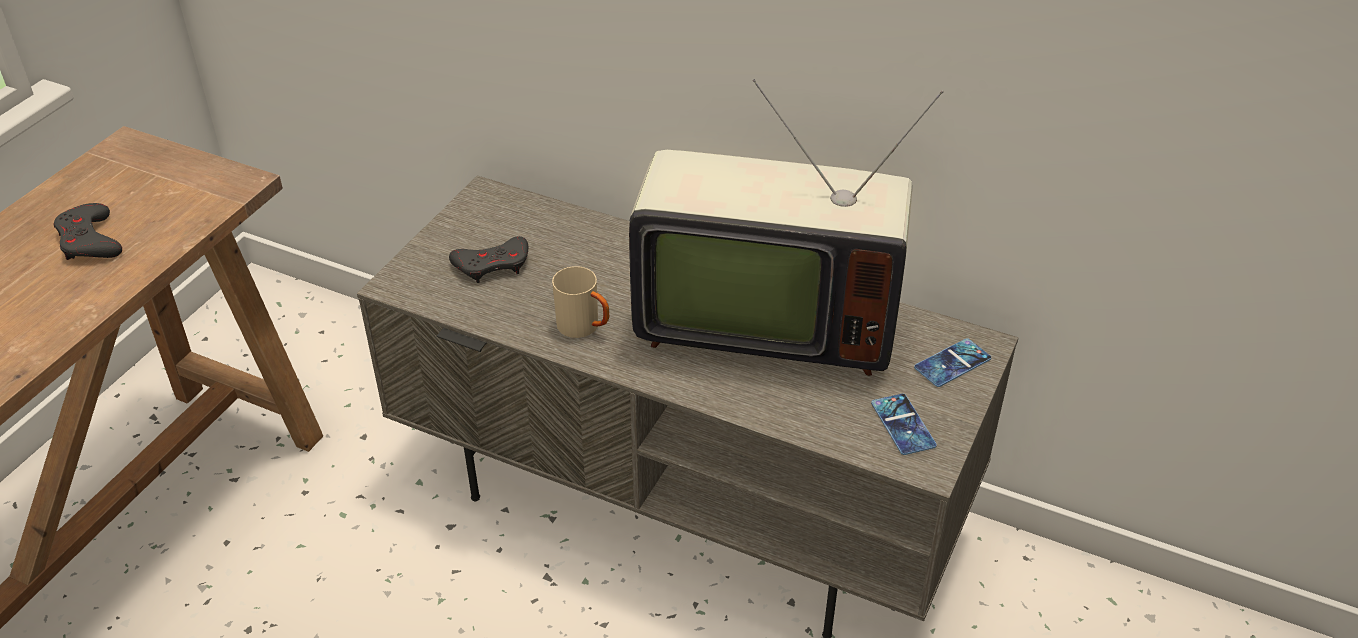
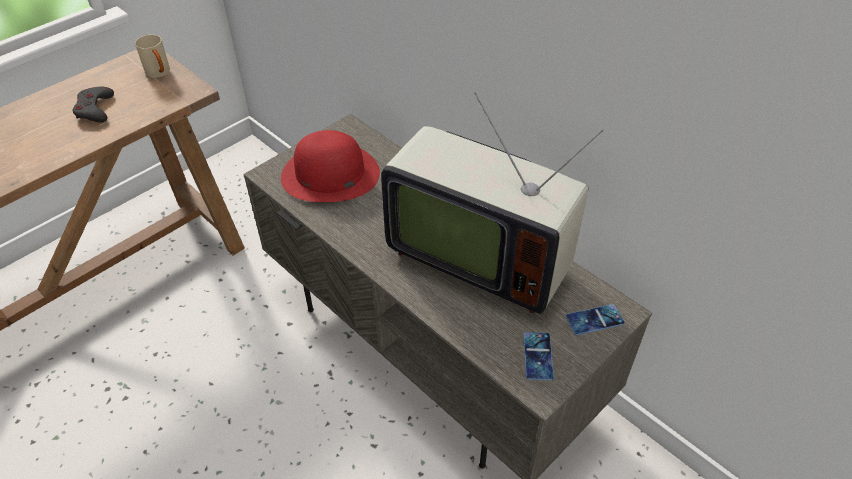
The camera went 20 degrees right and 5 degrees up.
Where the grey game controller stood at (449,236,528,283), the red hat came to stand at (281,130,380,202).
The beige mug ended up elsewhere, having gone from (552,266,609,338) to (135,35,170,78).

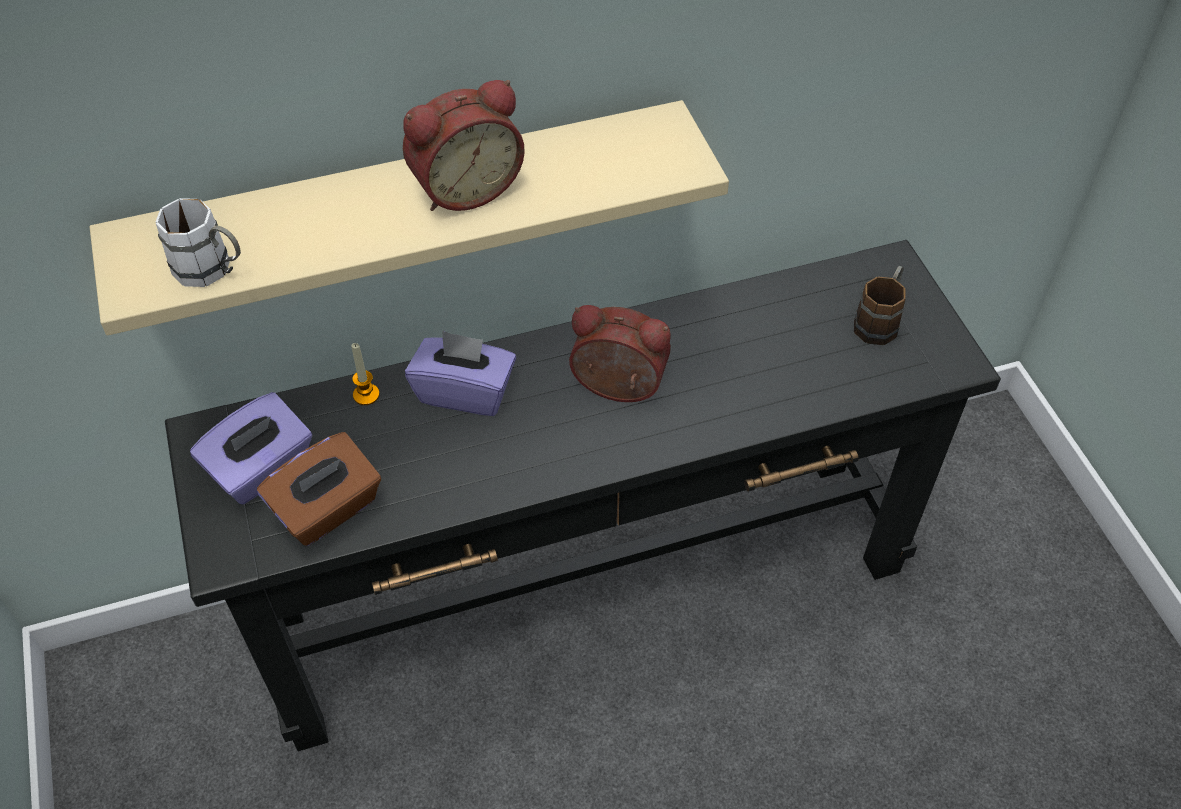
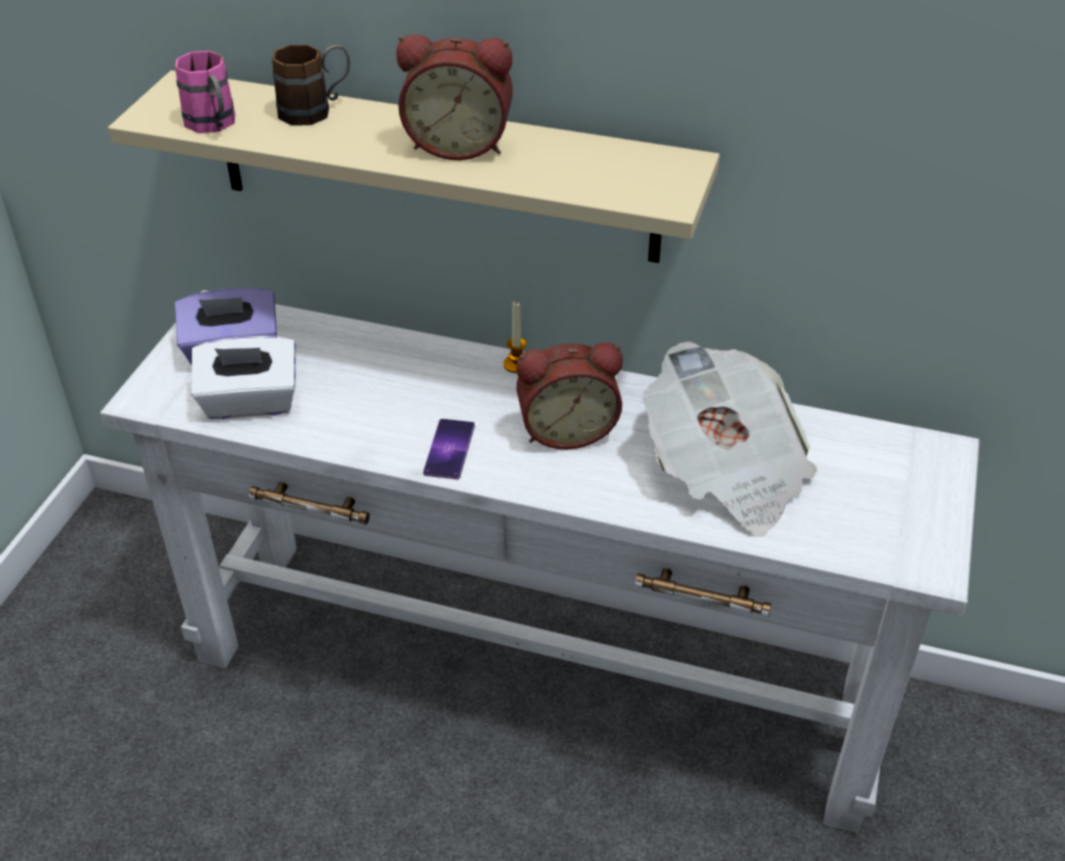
The camera went 35 degrees right and 10 degrees down.
What was the white mug at (156,198,241,287) turned into the pink mug at (175,51,235,133).
What was the black console table at (165,240,1001,751) turned into the white console table at (100,290,980,833).
The brown mug ended up elsewhere, having gone from (854,266,906,345) to (272,45,350,126).
The alarm clock at (569,305,671,402) ended up facing another way, 120 degrees clockwise from before.
The second view lost the purple tissue box at (405,330,516,416).
The candle ended up elsewhere, having gone from (351,343,380,405) to (504,301,527,373).
What was the brown tissue box at (257,432,381,546) turned into the white tissue box at (191,336,296,419).
The second view gained the newspaper at (642,341,817,534).
The second view gained the phone at (423,419,475,479).

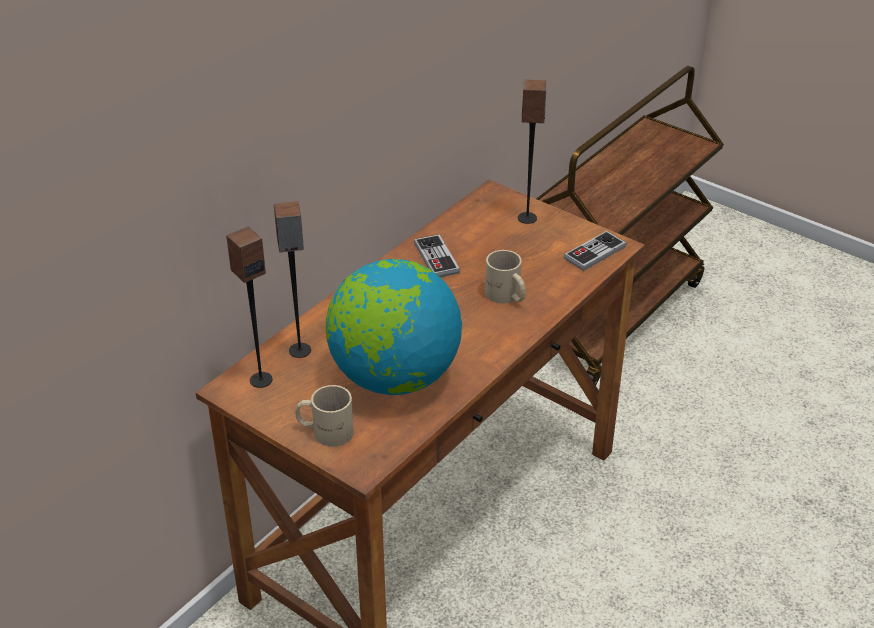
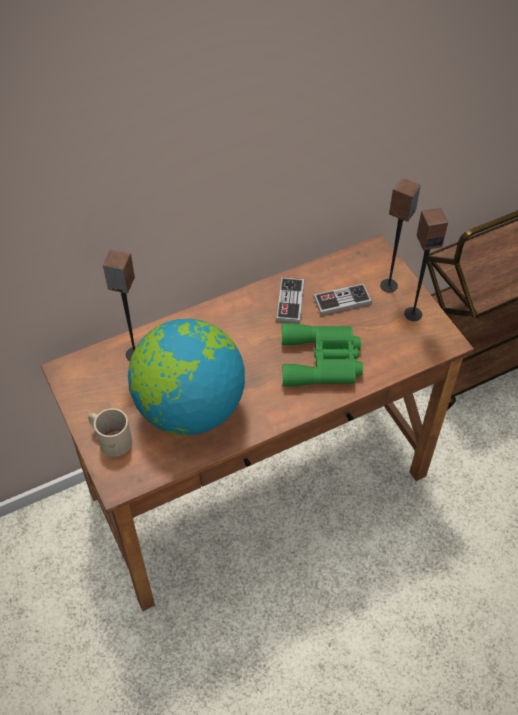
The camera went 25 degrees right and 15 degrees up.
The speaker ended up elsewhere, having gone from (226,226,273,388) to (404,207,448,321).
The game controller ended up elsewhere, having gone from (564,231,626,271) to (313,284,372,315).
Where the beige mug stood at (485,250,526,304), the green binoculars came to stand at (282,323,363,386).

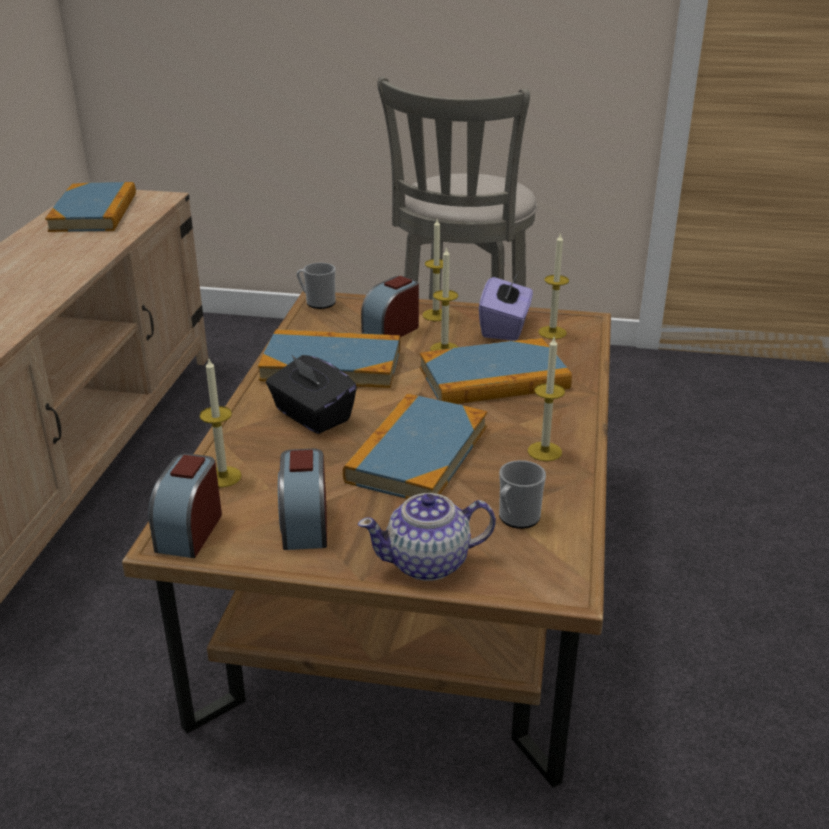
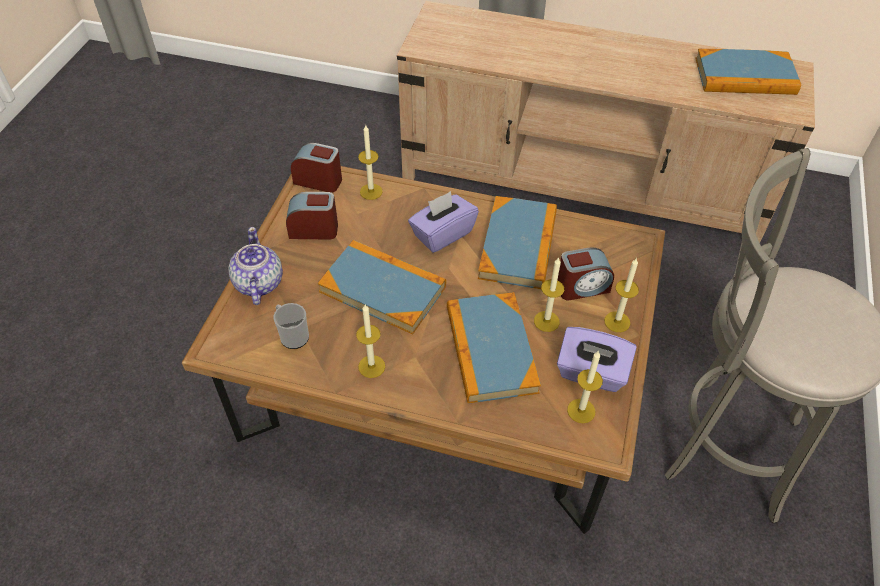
The camera went 95 degrees right and 20 degrees up.
The second view lost the mug at (296,263,336,309).
The alarm clock at (361,276,419,337) ended up facing another way, 120 degrees clockwise from before.
What was the black tissue box at (266,354,357,434) turned into the purple tissue box at (408,191,479,253).

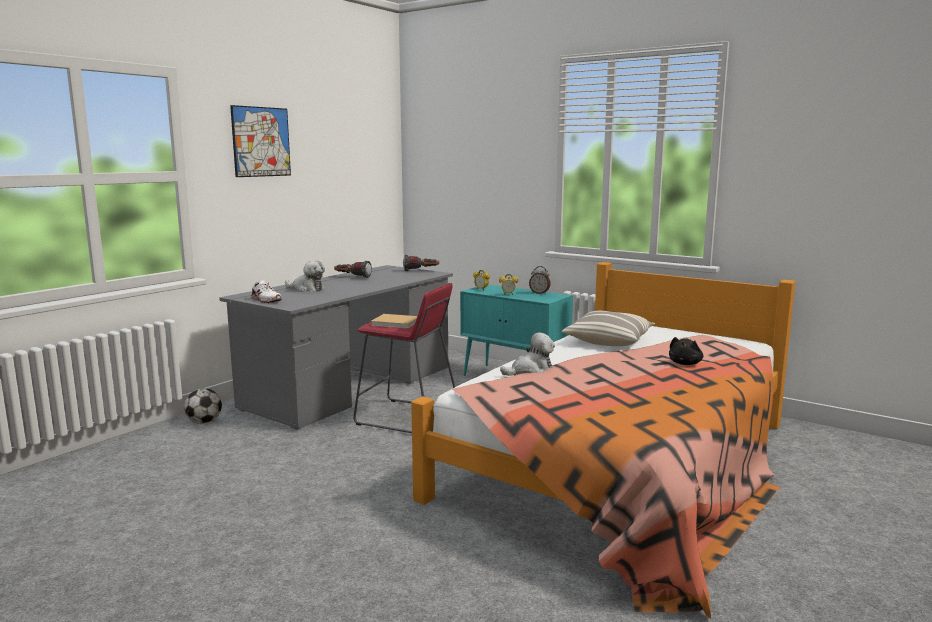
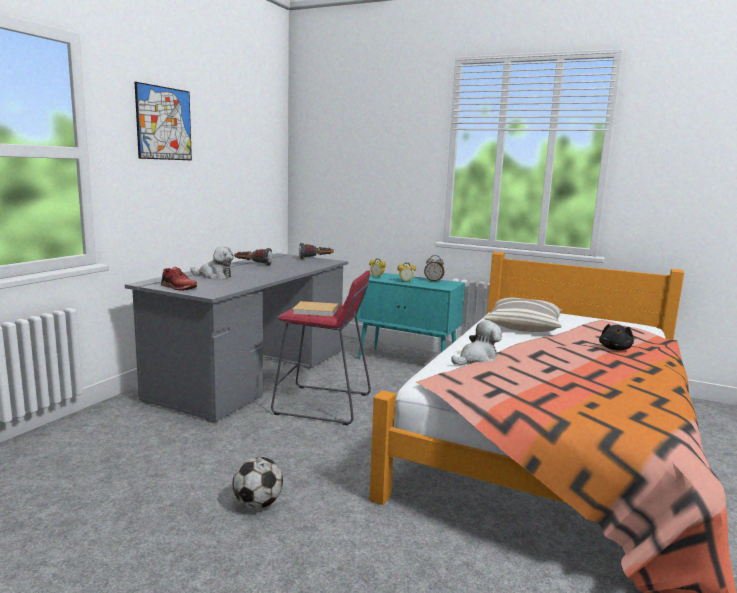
The camera went 10 degrees left and 0 degrees up.
What was the white shoe at (251,280,281,303) turned into the red shoe at (161,267,197,291).
The football ended up elsewhere, having gone from (184,388,222,424) to (233,457,283,509).

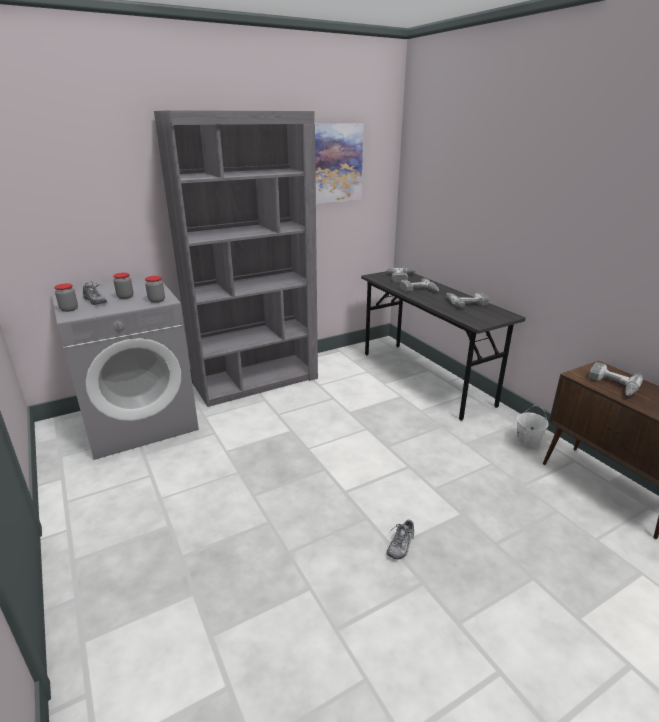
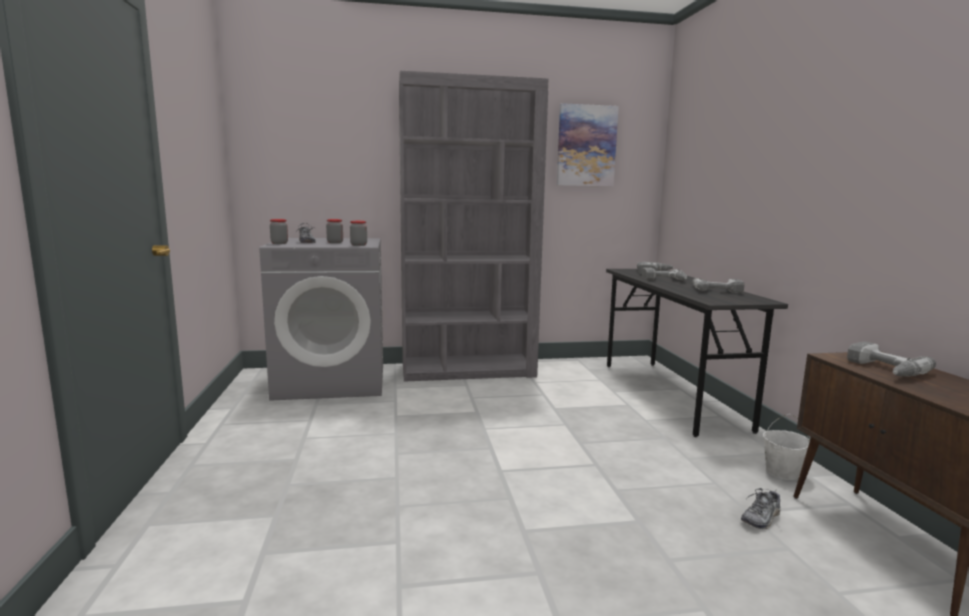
The camera went 20 degrees right and 15 degrees down.
The shoe ended up elsewhere, having gone from (387,520,414,559) to (741,488,780,529).

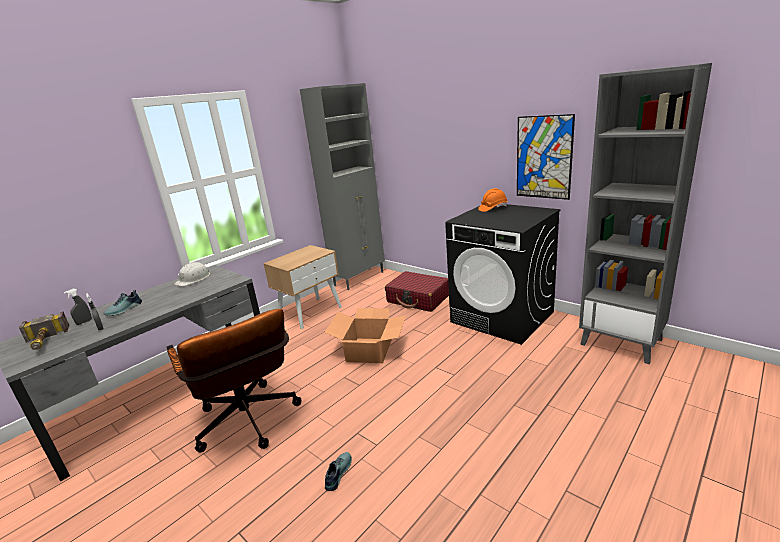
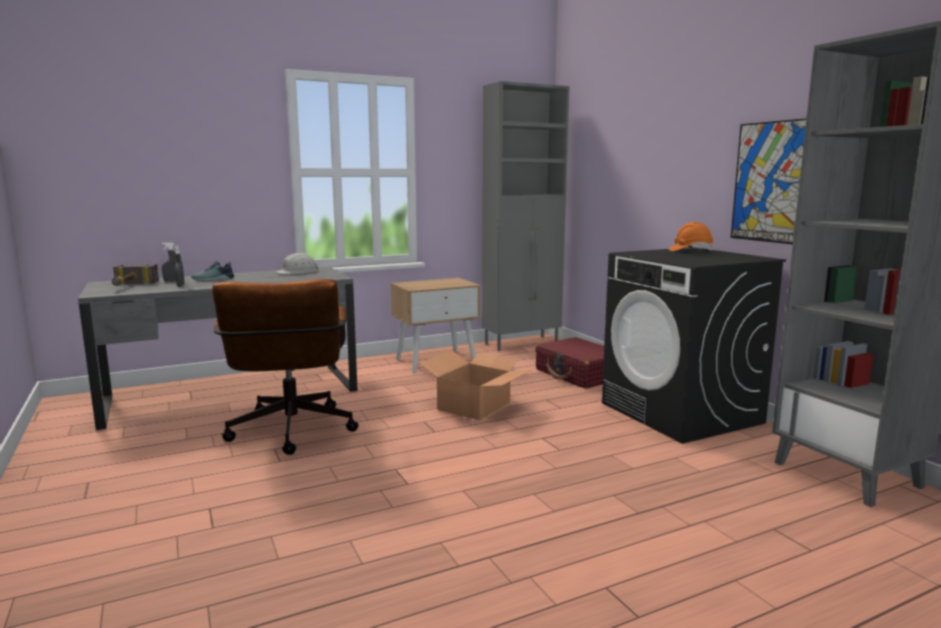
The camera went 20 degrees right and 10 degrees down.
The second view lost the shoe at (325,452,352,491).

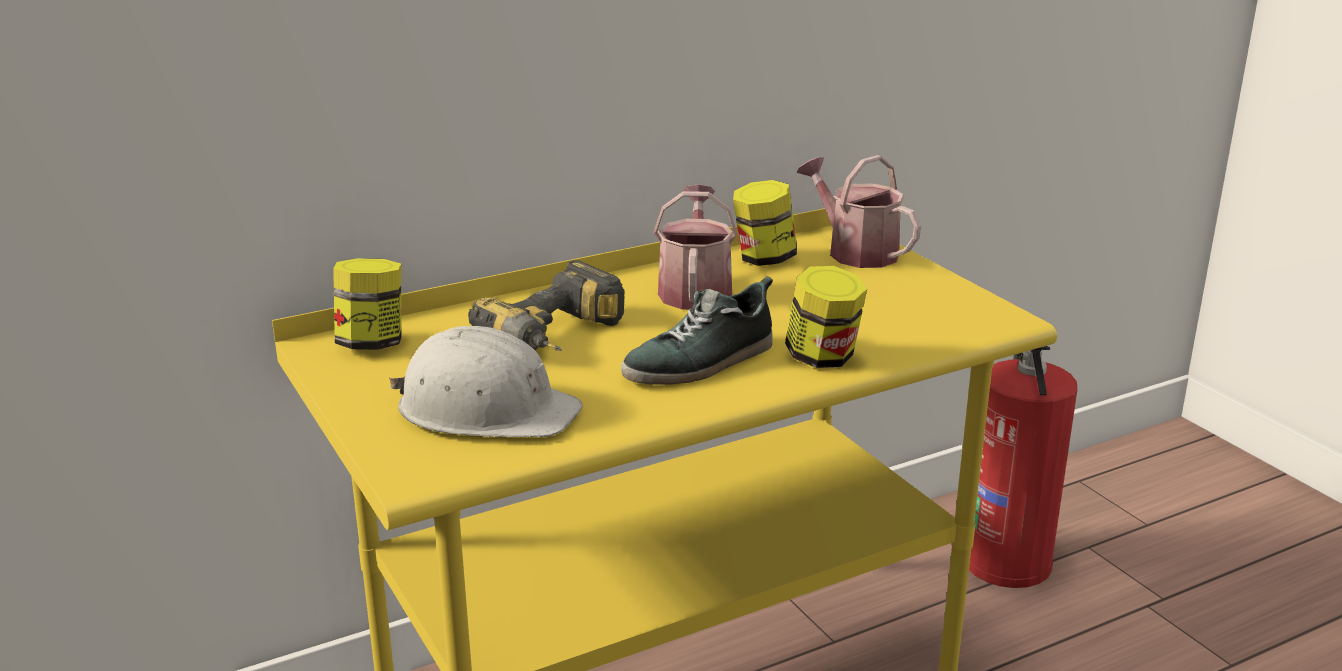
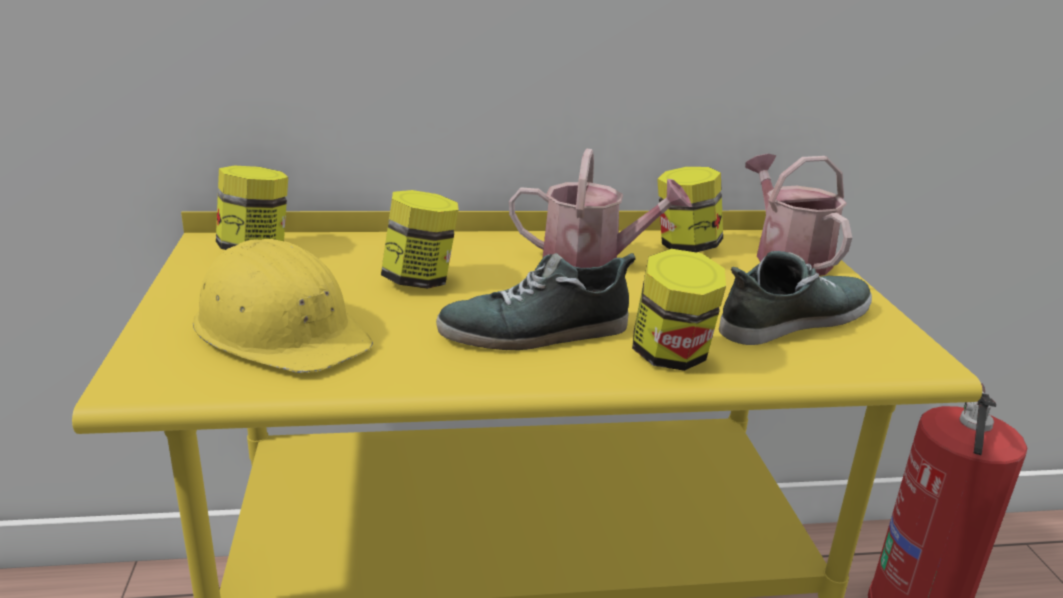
The camera went 20 degrees right and 0 degrees up.
The watering can at (654,184,738,310) ended up facing another way, 75 degrees clockwise from before.
Where the power drill stood at (468,260,625,351), the jar came to stand at (381,190,459,289).
What was the white hard hat at (389,326,583,437) turned into the yellow hard hat at (193,239,373,373).
The second view gained the shoe at (719,251,872,345).

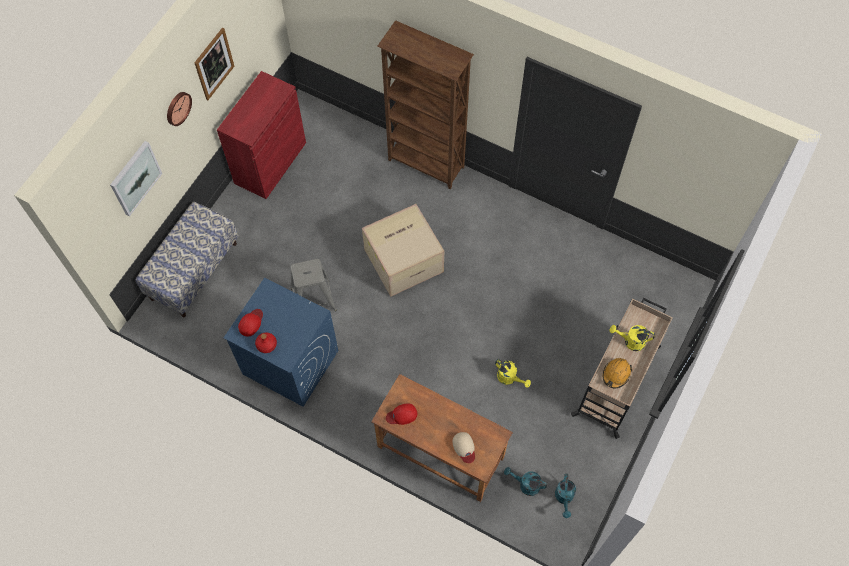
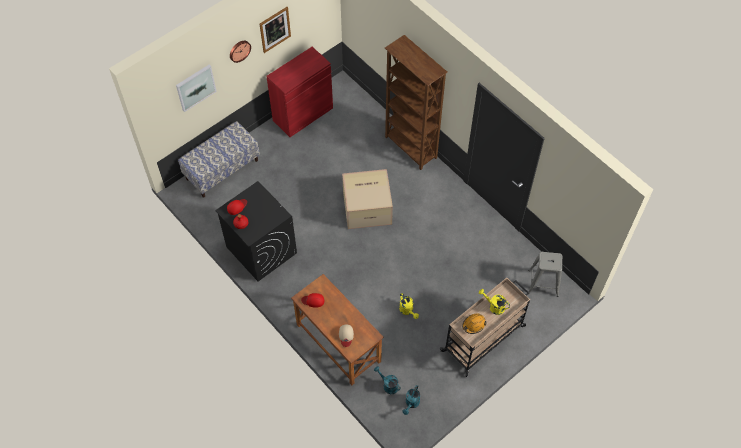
The camera went 20 degrees right and 5 degrees down.
The grey stool ended up elsewhere, having gone from (290,259,337,311) to (528,252,563,297).
What was the blue washing machine at (224,278,338,407) turned into the black washing machine at (215,181,297,281).

